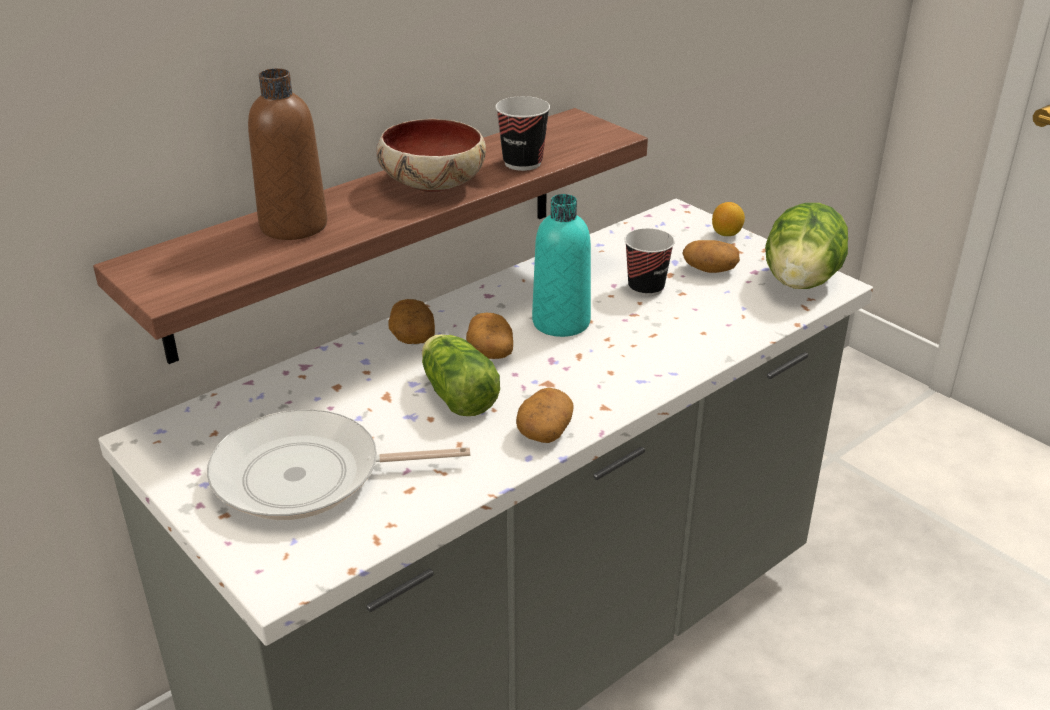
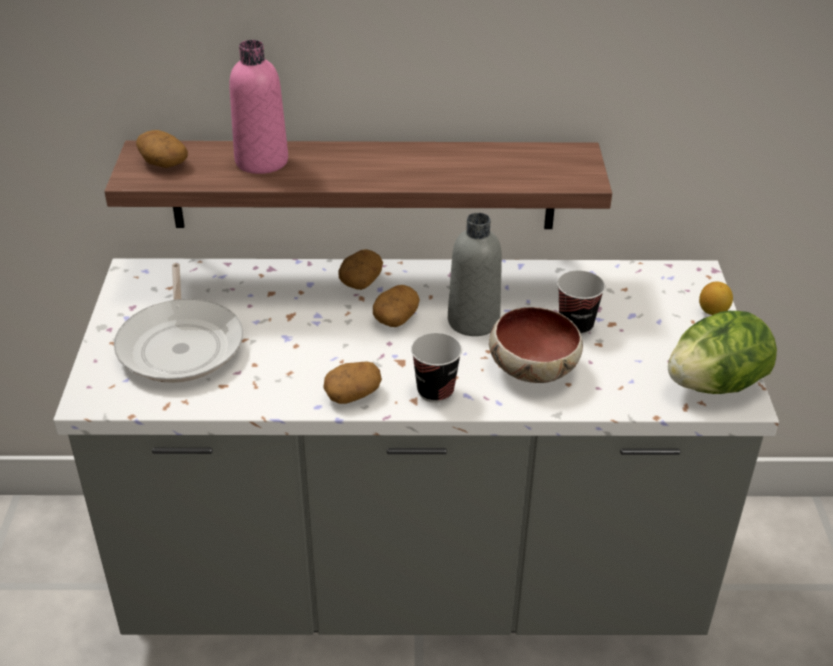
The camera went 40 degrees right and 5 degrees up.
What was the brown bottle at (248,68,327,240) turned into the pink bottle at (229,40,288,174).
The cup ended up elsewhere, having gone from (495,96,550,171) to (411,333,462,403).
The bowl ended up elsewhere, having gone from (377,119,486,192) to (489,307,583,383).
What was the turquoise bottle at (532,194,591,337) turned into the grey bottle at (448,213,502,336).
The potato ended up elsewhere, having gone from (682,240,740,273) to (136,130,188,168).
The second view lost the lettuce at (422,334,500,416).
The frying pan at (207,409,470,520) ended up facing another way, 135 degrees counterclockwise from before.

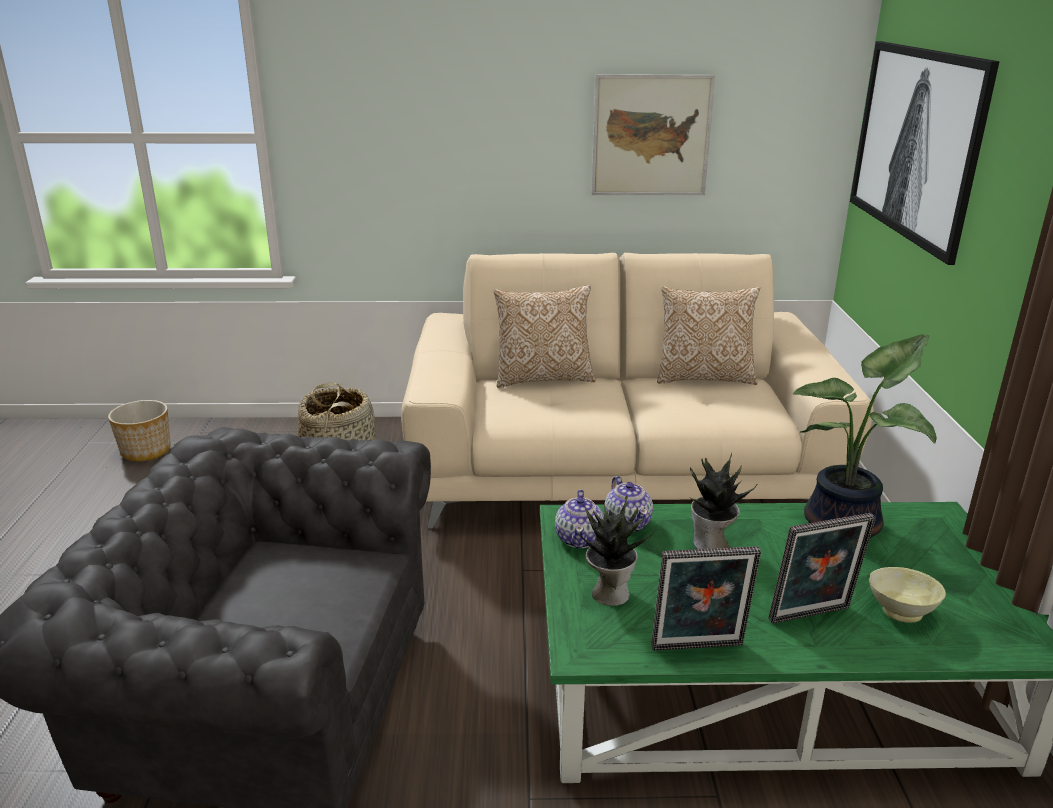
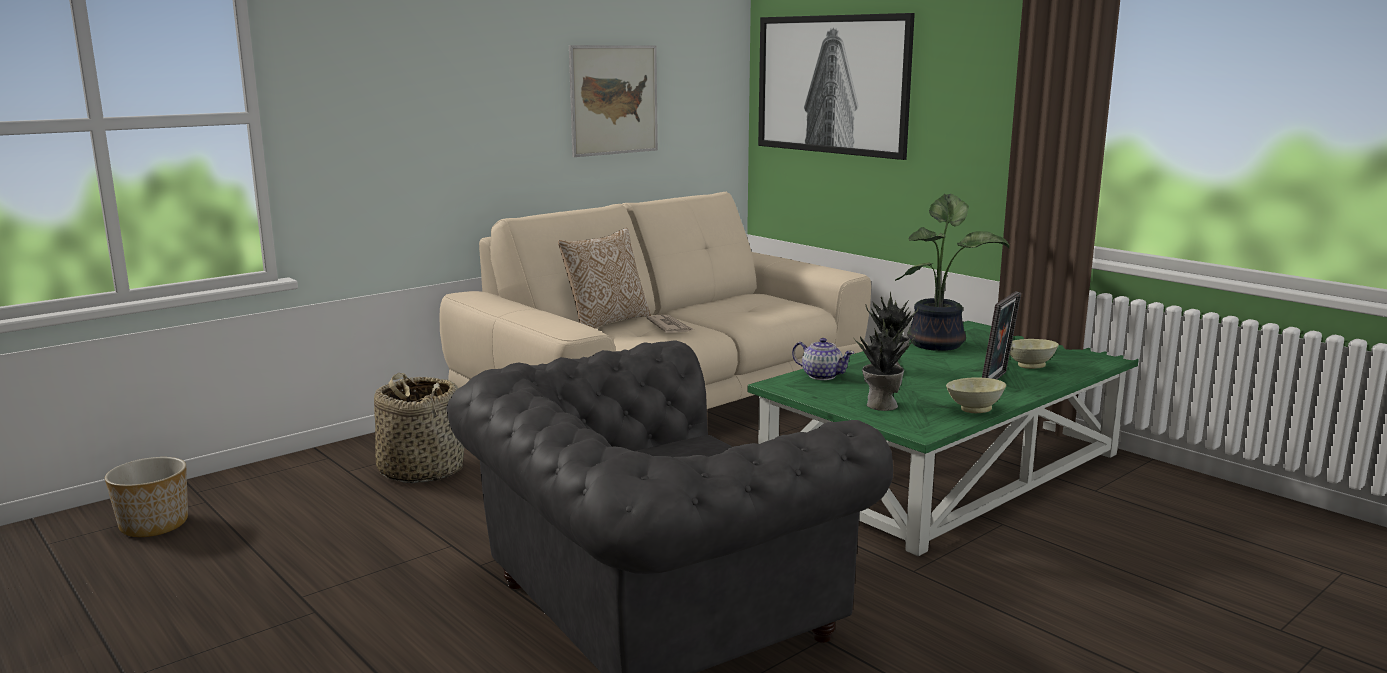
The camera went 40 degrees left and 10 degrees down.
The second view lost the pillow at (657,286,760,385).
The second view lost the teapot at (555,490,604,548).
Where the picture frame stood at (651,546,761,651), the beige bowl came to stand at (946,378,1006,413).
The second view gained the newspaper at (647,315,694,333).

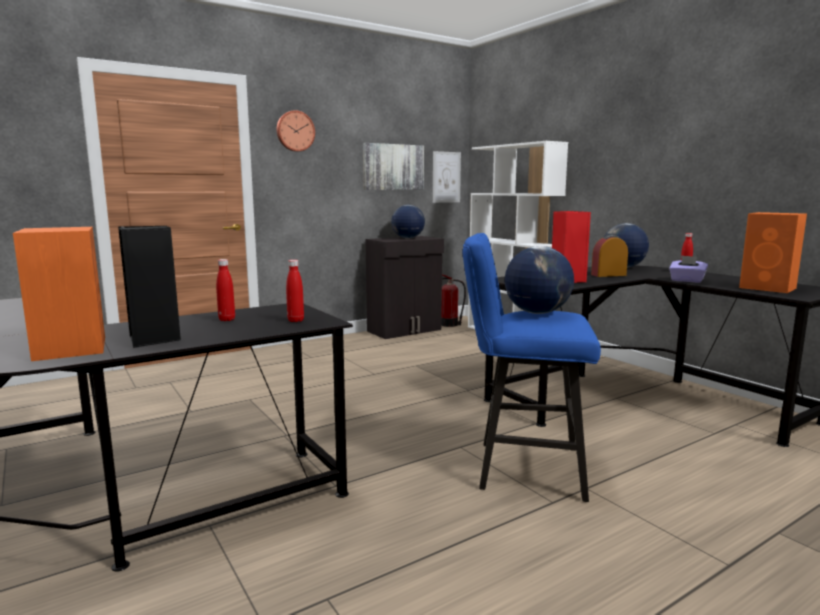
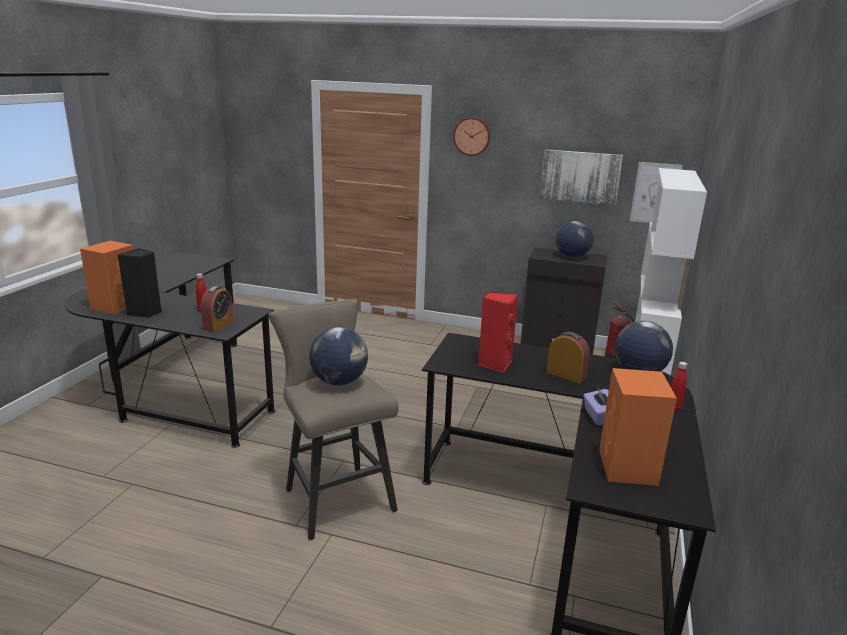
The camera went 50 degrees right and 10 degrees up.
What was the blue stool at (463,233,601,502) turned into the beige stool at (268,299,399,541).
Where the red bottle stood at (286,260,304,322), the alarm clock came to stand at (201,286,234,332).

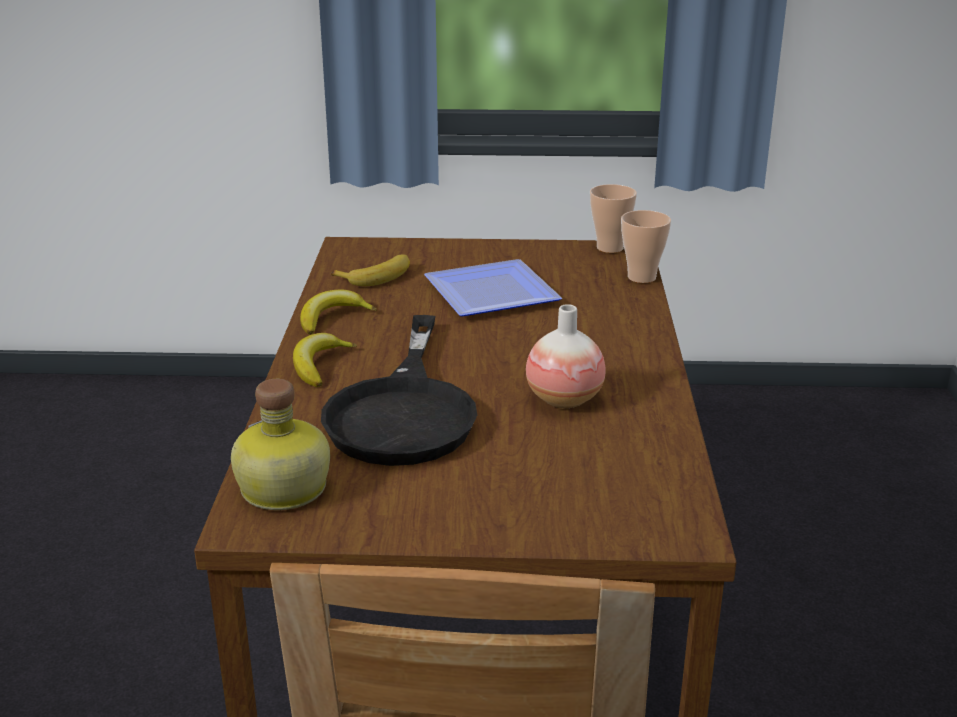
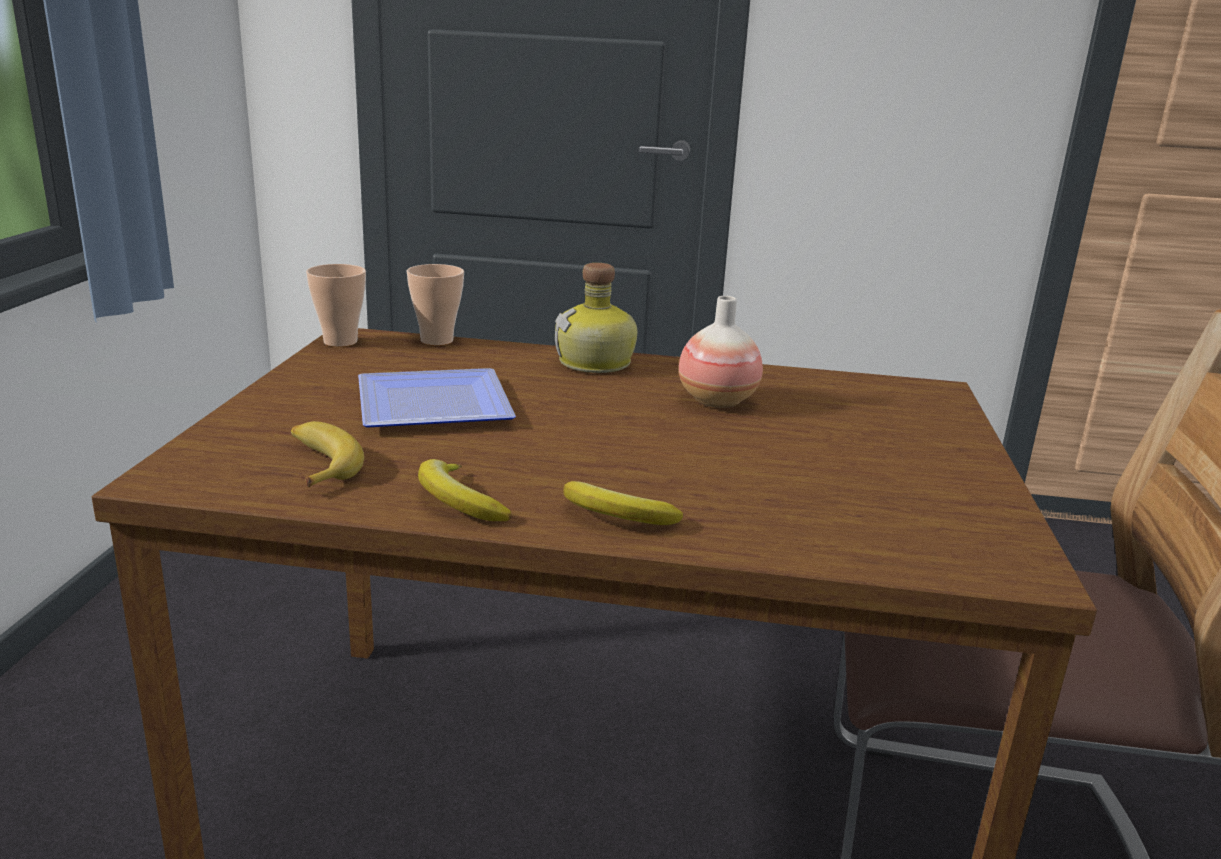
The camera went 85 degrees left and 5 degrees down.
The second view lost the black frying pan at (321,315,477,466).
The bottle ended up elsewhere, having gone from (231,379,330,510) to (555,263,638,373).

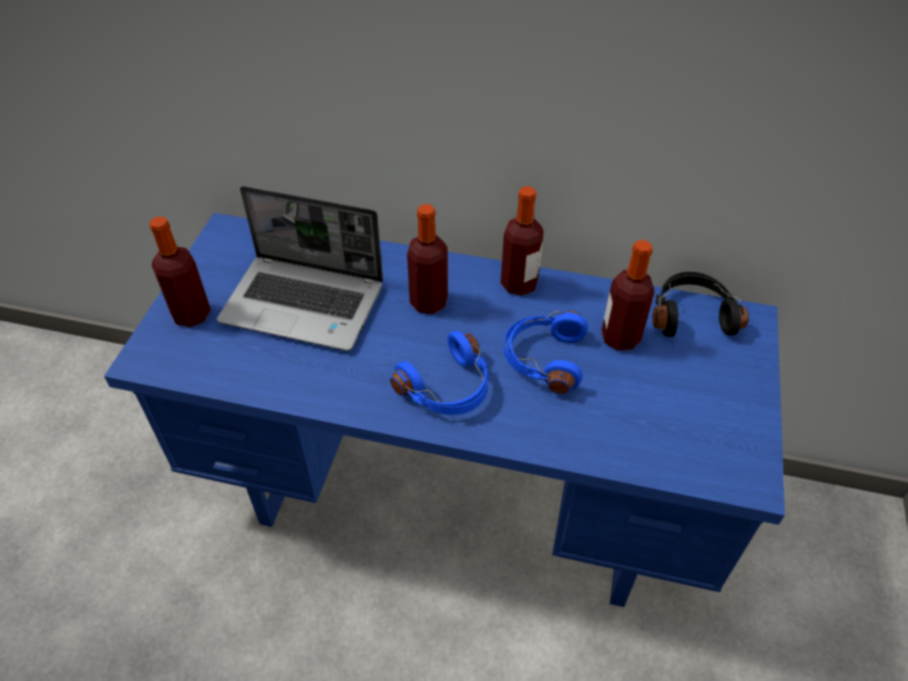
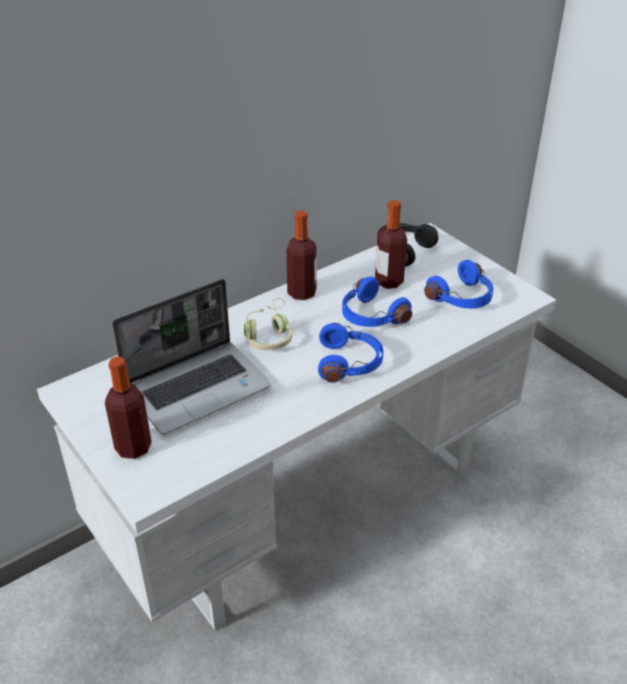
The camera went 50 degrees left and 10 degrees down.
Where the bottle stood at (407,204,448,314), the beige headphones came to stand at (244,298,292,351).
What was the blue desk at (104,213,785,607) turned into the white desk at (37,223,556,631).
The second view gained the blue headphones at (424,260,493,309).

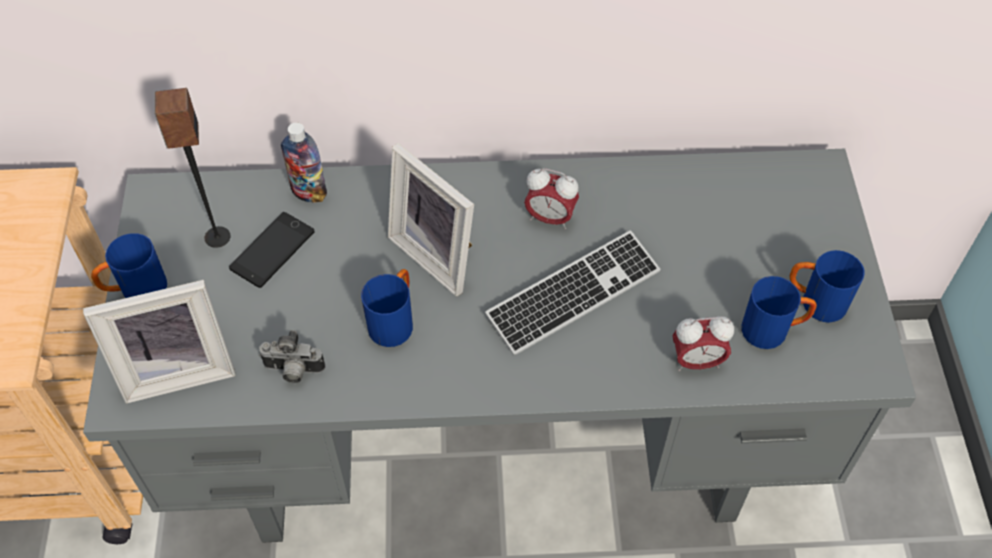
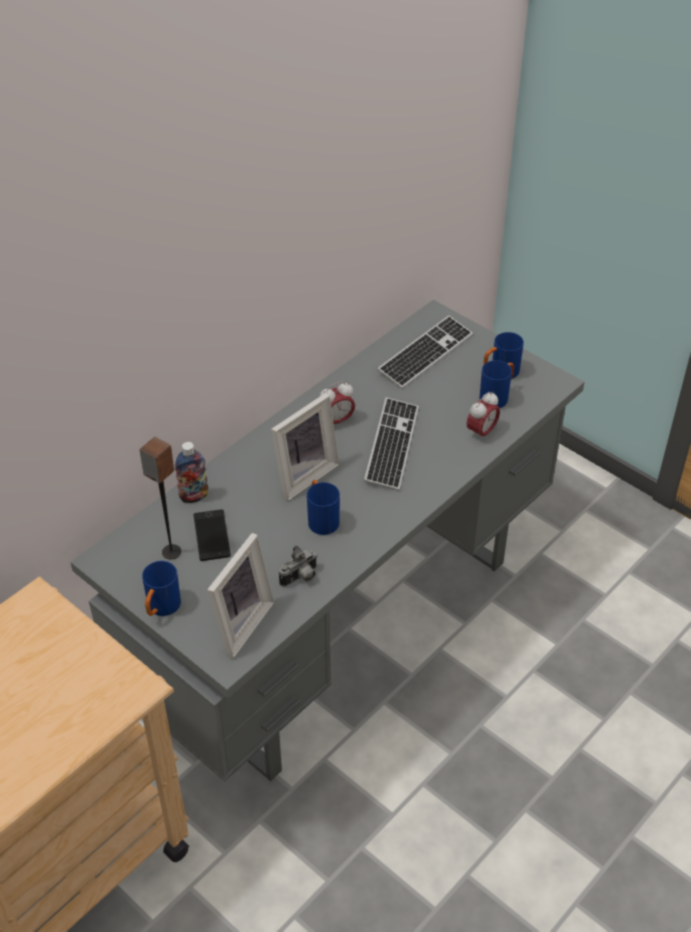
The camera went 45 degrees left and 10 degrees down.
The picture frame at (388,143,474,296) ended up facing another way, 45 degrees counterclockwise from before.
The second view gained the keyboard at (377,316,473,389).

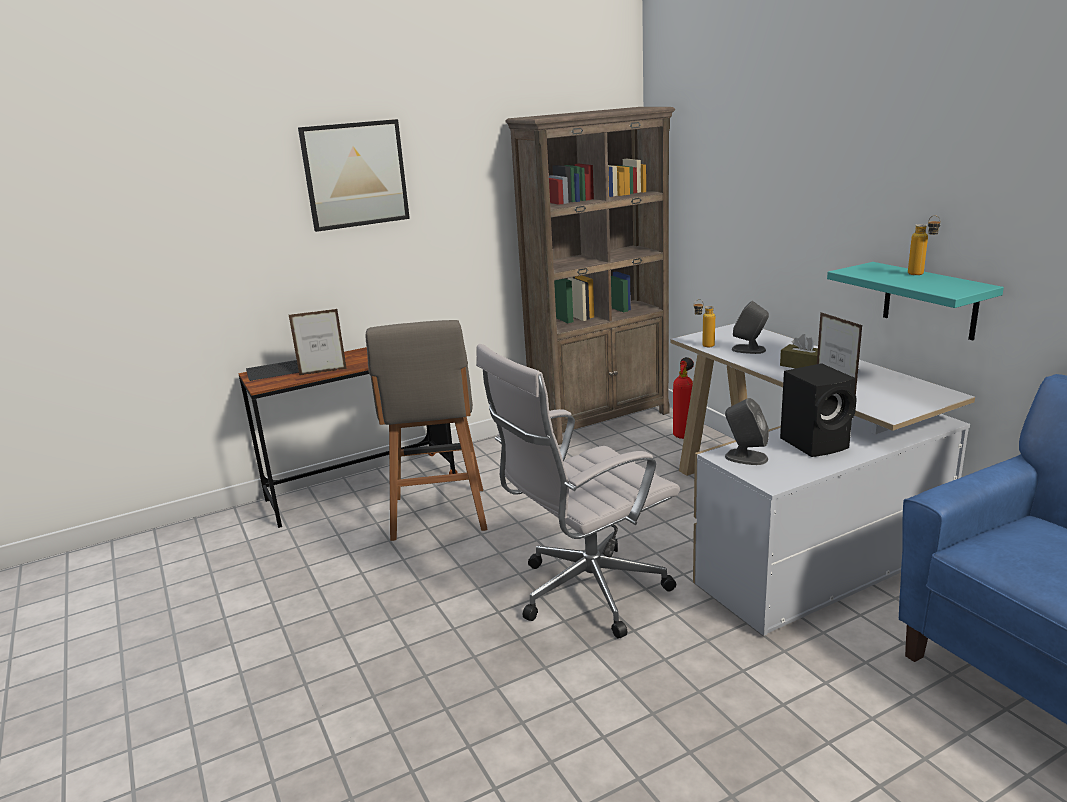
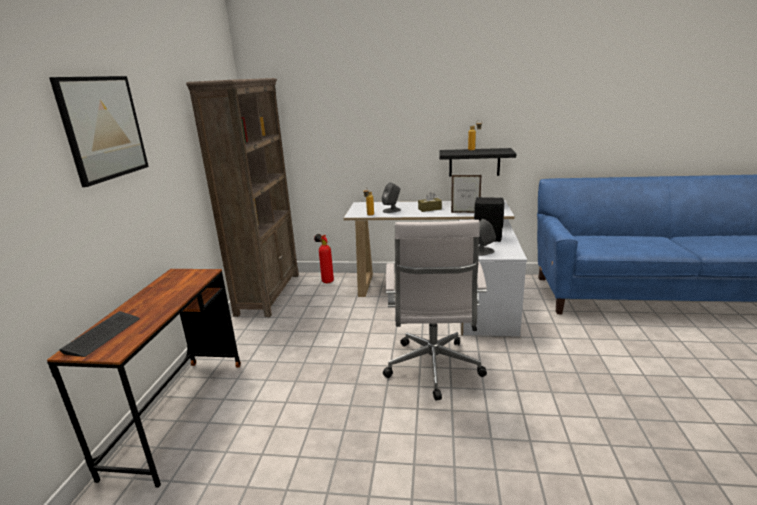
The camera went 55 degrees left and 0 degrees up.
What was the turquoise shelf at (827,262,1004,340) turned into the black shelf at (439,148,516,177).
The second view lost the picture frame at (289,309,347,376).
The second view lost the grey stool at (366,320,487,541).

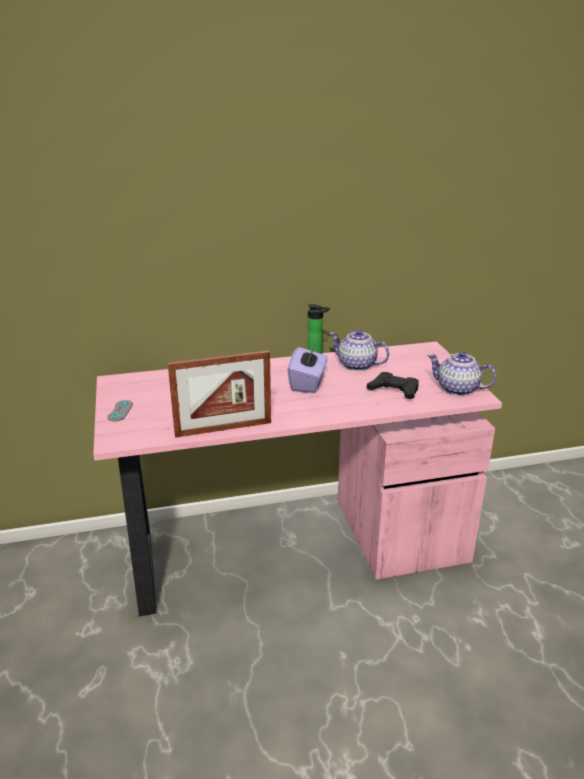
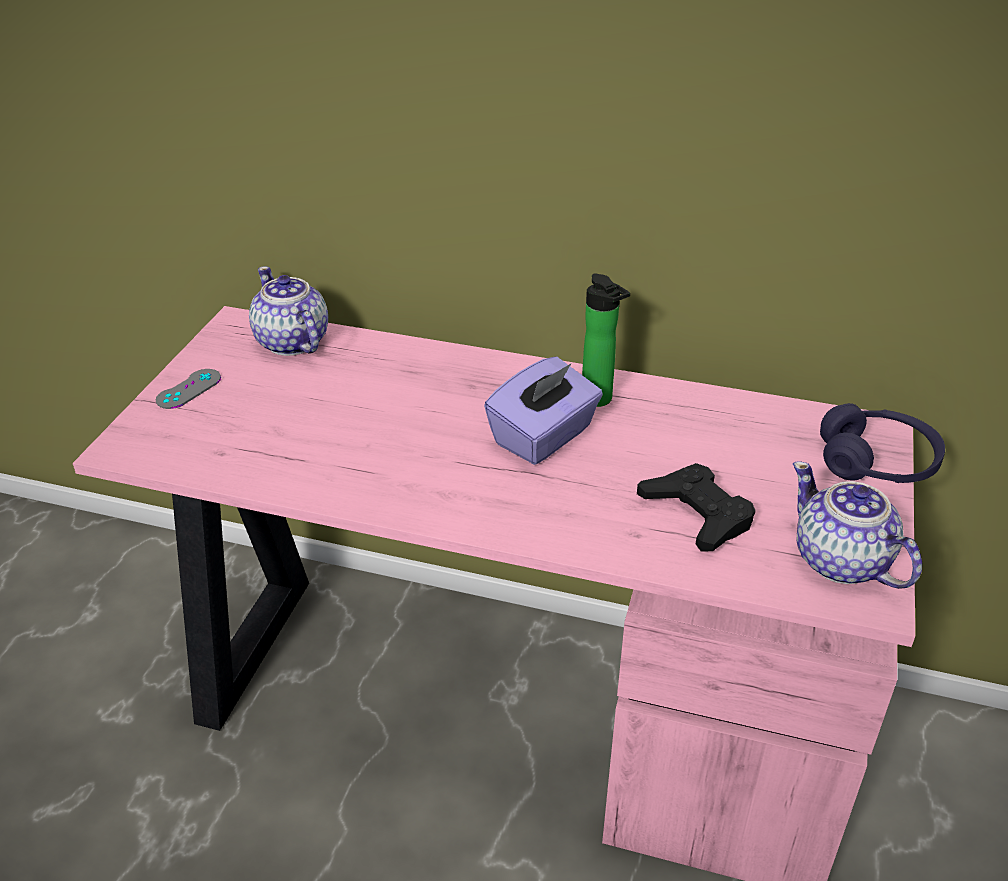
The camera went 30 degrees right and 10 degrees up.
The teapot ended up elsewhere, having gone from (329,330,389,371) to (249,266,328,356).
The second view lost the picture frame at (168,350,271,438).
The second view gained the purple headphones at (820,403,945,483).

